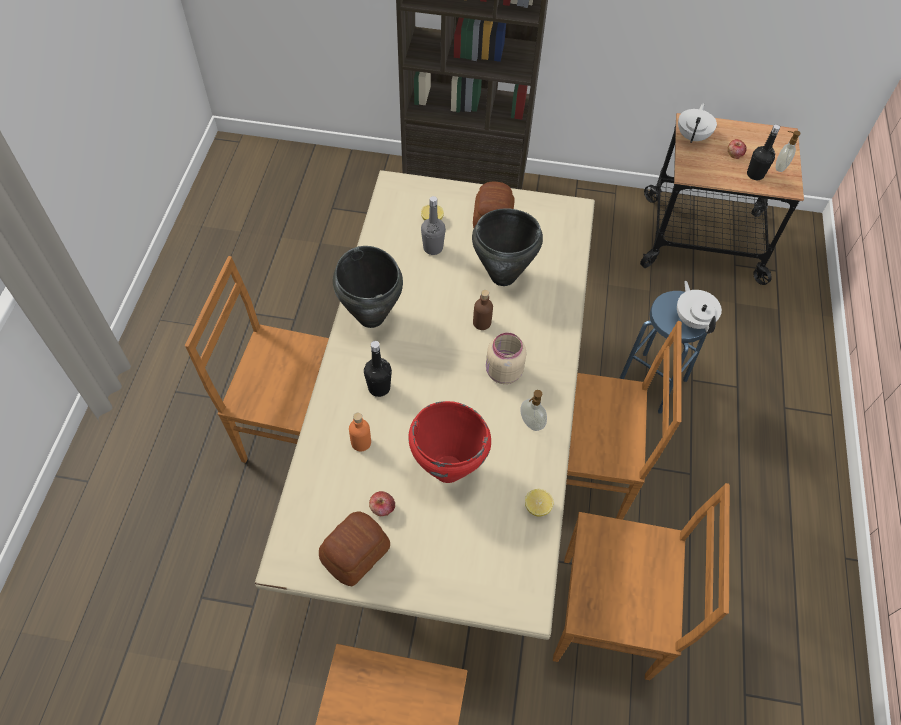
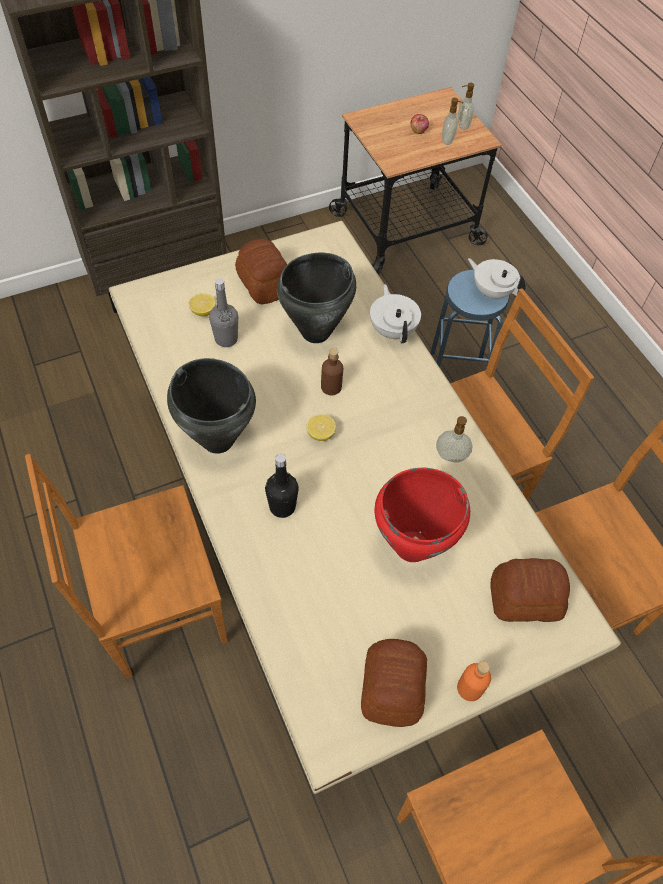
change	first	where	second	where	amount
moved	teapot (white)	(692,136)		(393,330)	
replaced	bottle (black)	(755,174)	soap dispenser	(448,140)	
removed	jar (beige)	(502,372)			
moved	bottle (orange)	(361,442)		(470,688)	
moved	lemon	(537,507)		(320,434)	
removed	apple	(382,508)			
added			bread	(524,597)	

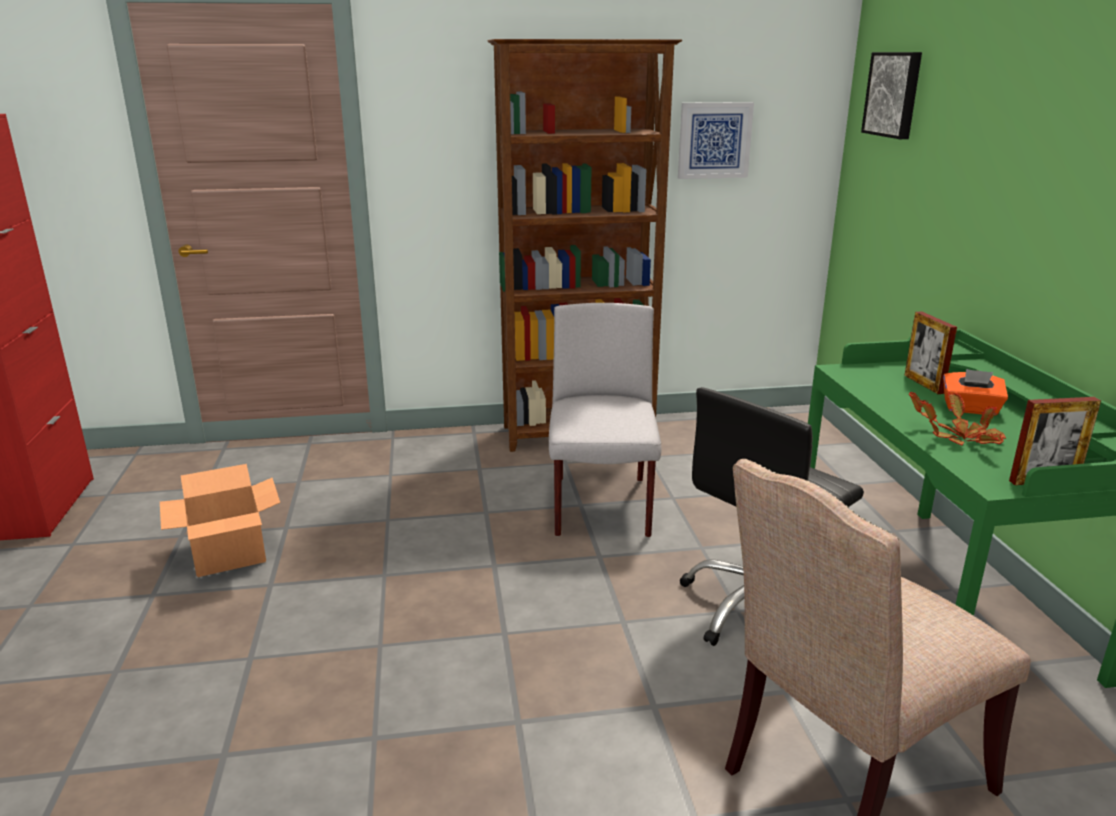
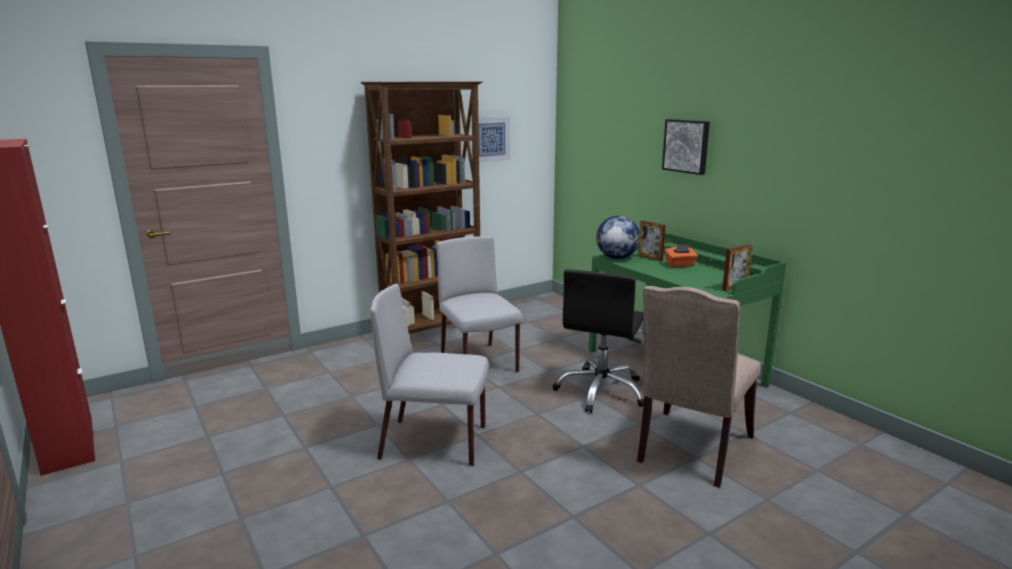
change	first	where	second	where	amount
moved	picture	(894,94)		(686,146)	
removed	potted plant	(960,438)			
removed	cardboard box	(230,553)			
added			globe	(616,258)	
added			chair (grey)	(436,442)	

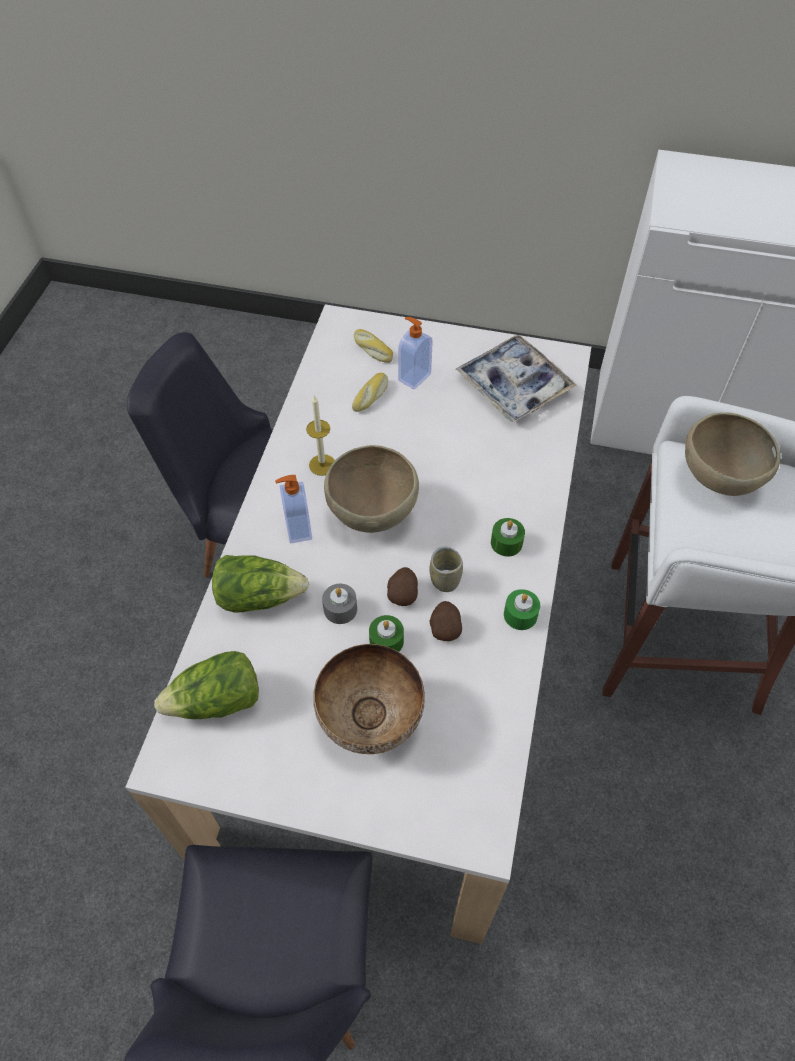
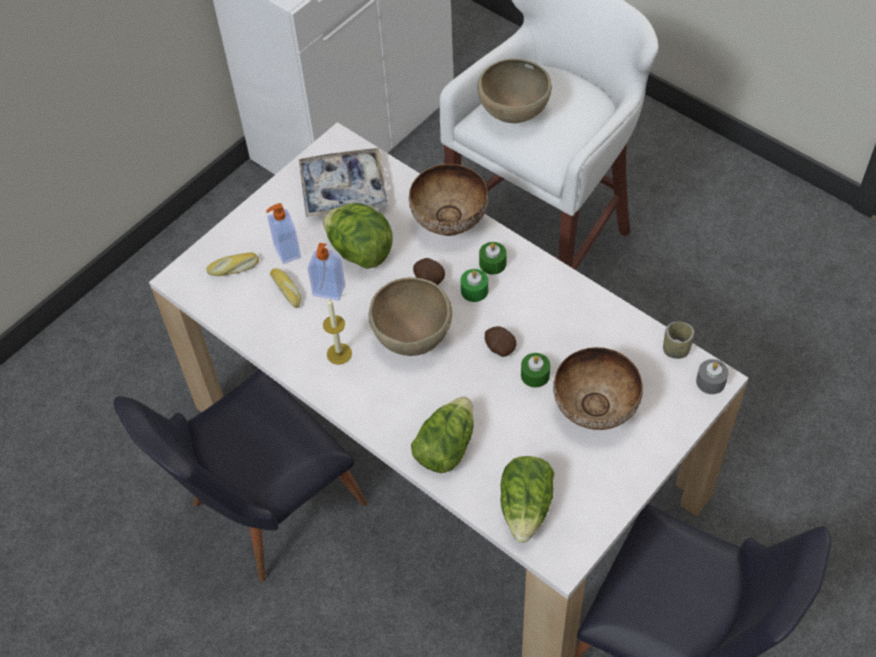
change	first	where	second	where	amount
moved	soap dispenser	(297,529)		(328,291)	
moved	cup	(445,580)		(676,350)	
moved	candle (grey)	(340,609)		(710,381)	
moved	candle (green)	(520,615)		(474,290)	
moved	potato	(445,627)		(428,279)	
added			bowl	(449,224)	
added			lettuce	(359,251)	

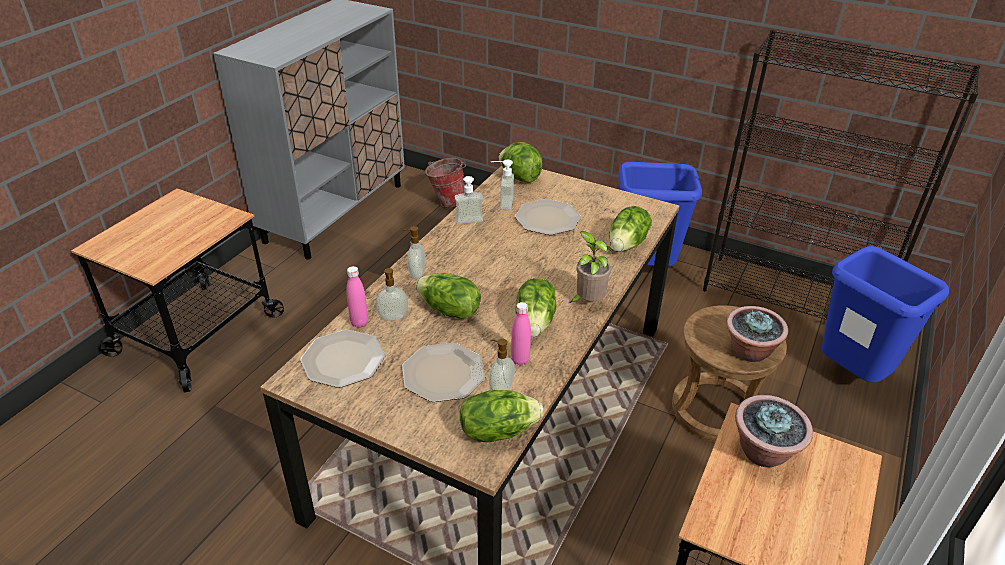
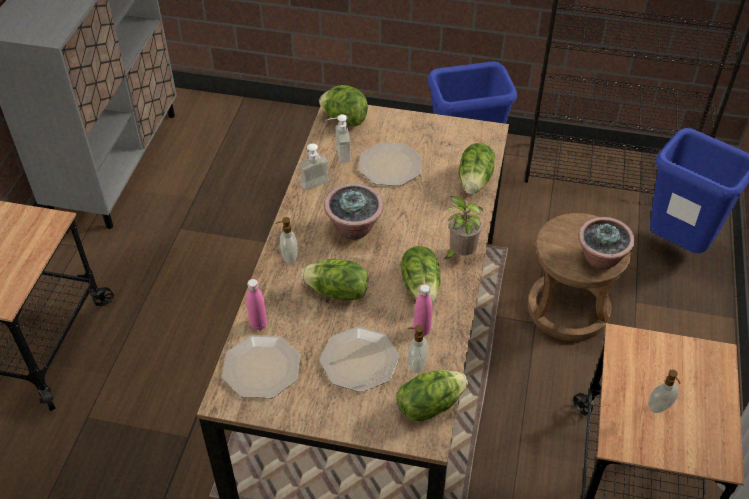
change	first	where	second	where	amount
removed	bucket	(446,201)			
moved	soap dispenser	(393,317)		(660,407)	
moved	potted plant	(764,452)		(354,228)	

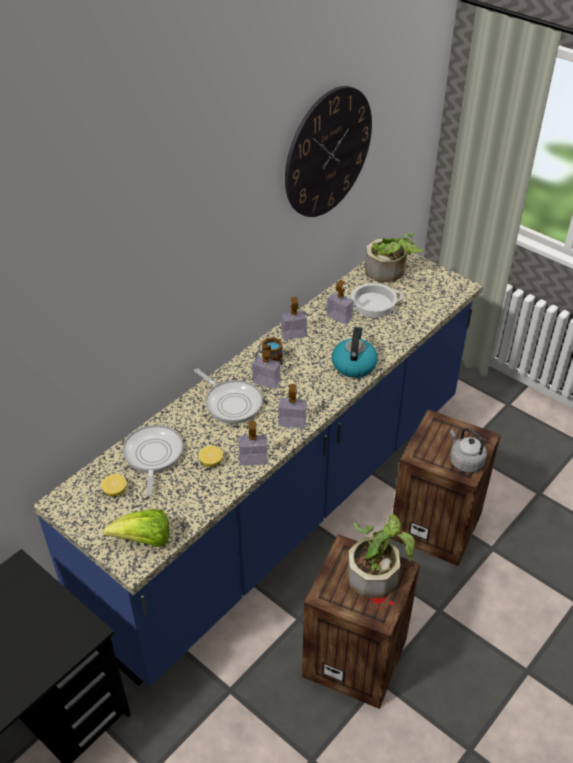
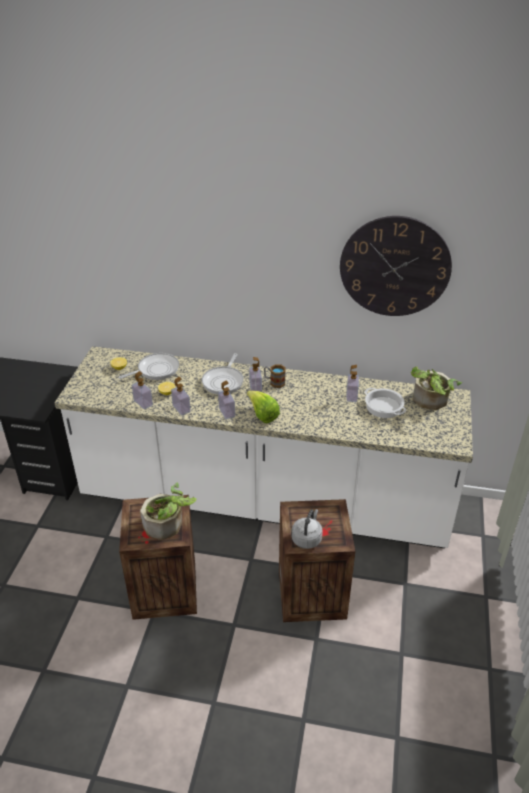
change	first	where	second	where	amount
recoloured	counter (blue)	(286,506)	counter (white)	(264,502)	
moved	soap dispenser	(293,334)		(143,403)	
removed	kettle	(354,364)			
moved	lettuce	(144,540)		(262,415)	

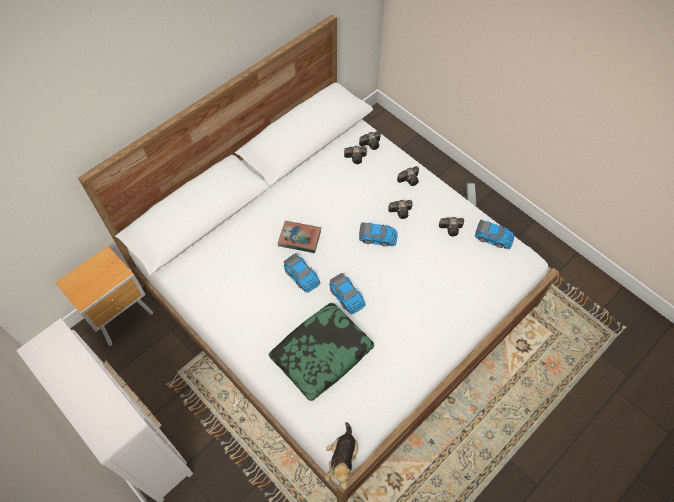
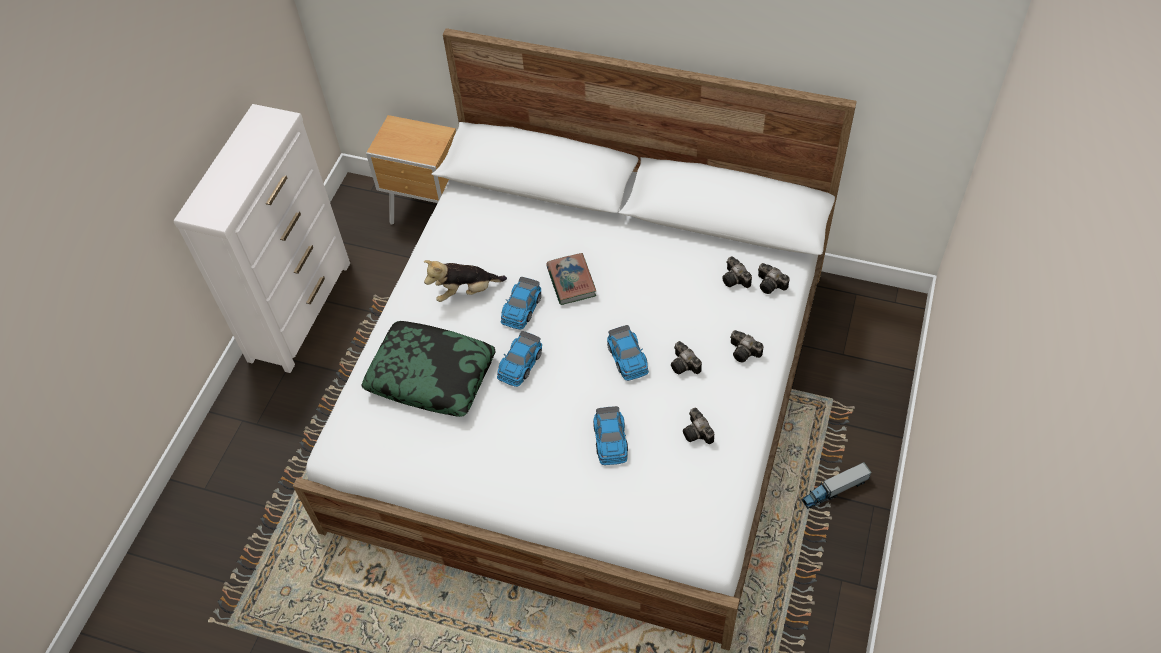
change	first	where	second	where	amount
moved	toy car	(493,237)		(610,440)	
moved	plush toy	(342,460)		(466,292)	

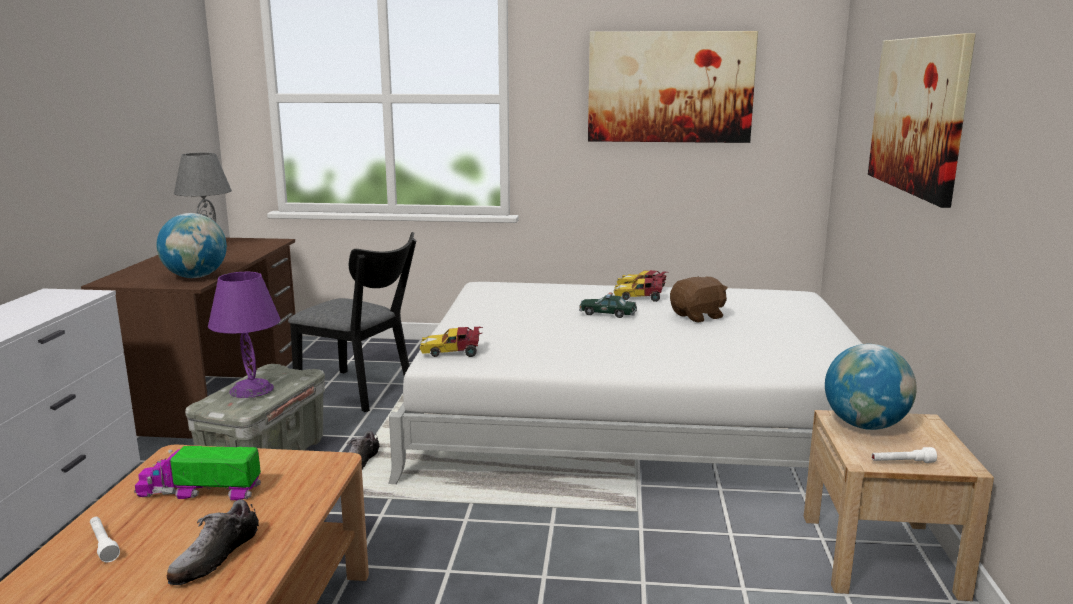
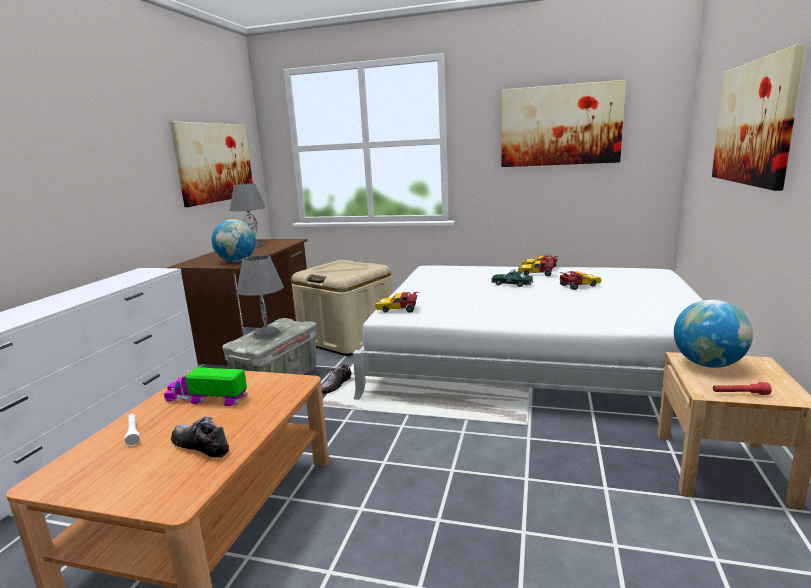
change	first	where	second	where	amount
replaced	chair (black)	(361,391)	storage box (beige)	(347,338)	
recoloured	table lamp (purple)	(251,389)	table lamp (grey)	(266,334)	
replaced	plush toy (brown)	(698,316)	toy car	(578,286)	
recoloured	flashlight (white)	(902,463)	flashlight (red)	(740,394)	
turned	shoe	(214,558)		(201,446)	90 degrees clockwise
added			picture	(215,162)	

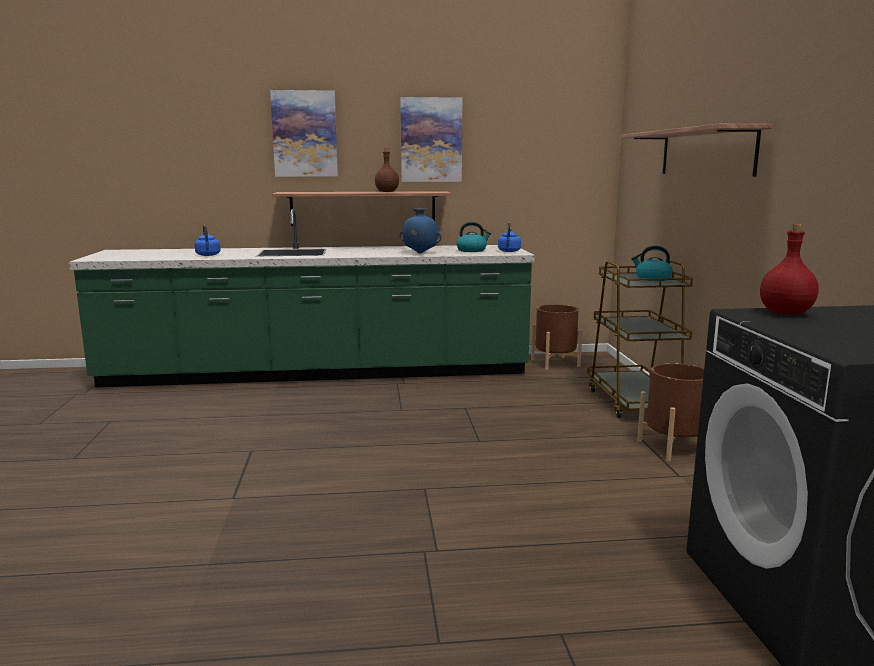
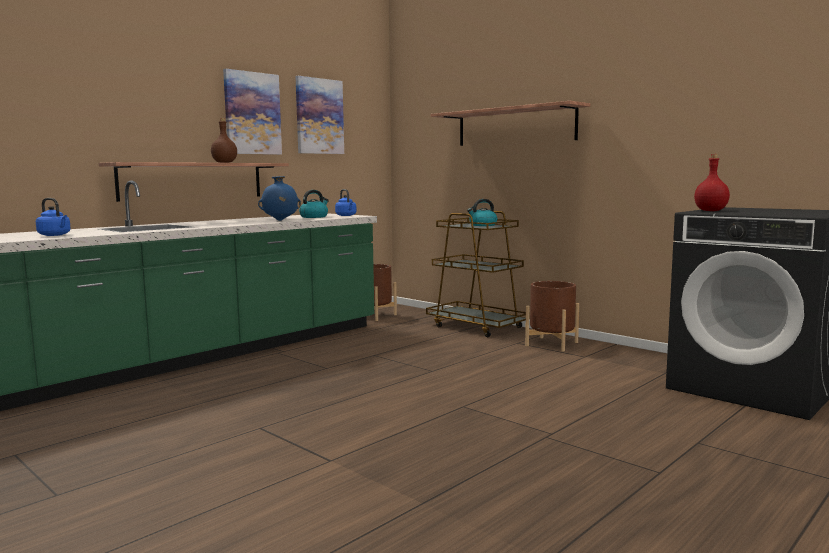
change	first	where	second	where	amount
moved	picture	(304,134)		(319,116)	

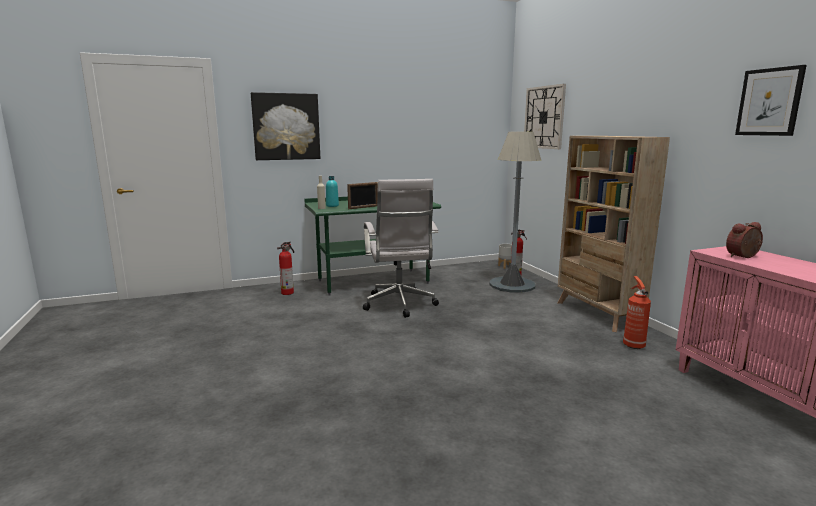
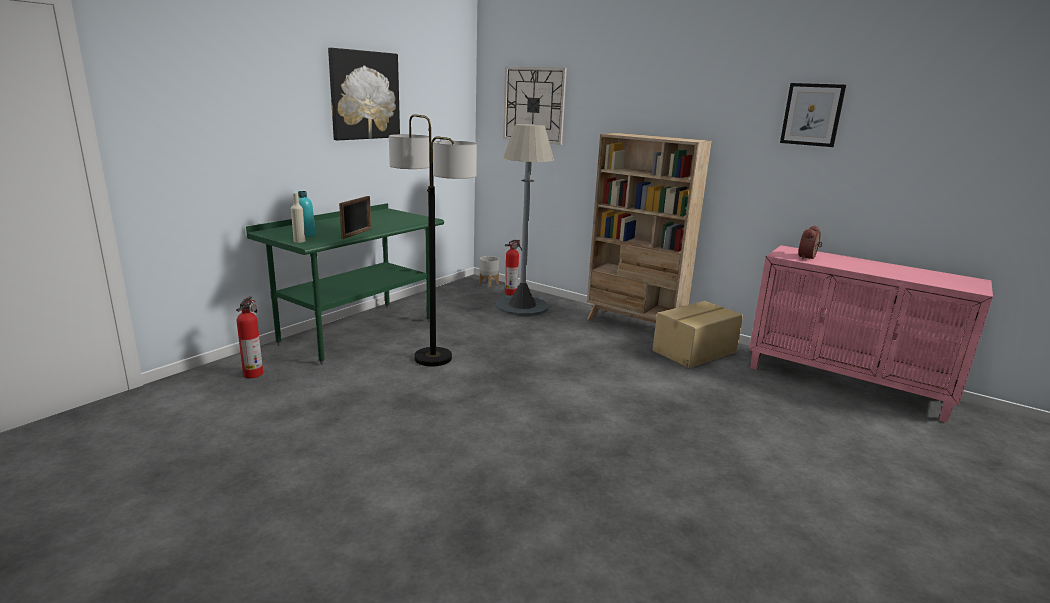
change	first	where	second	where	amount
moved	picture	(286,126)		(364,95)	
replaced	office chair (white)	(399,305)	floor lamp	(433,358)	
replaced	fire extinguisher	(633,345)	cardboard box	(695,352)	

